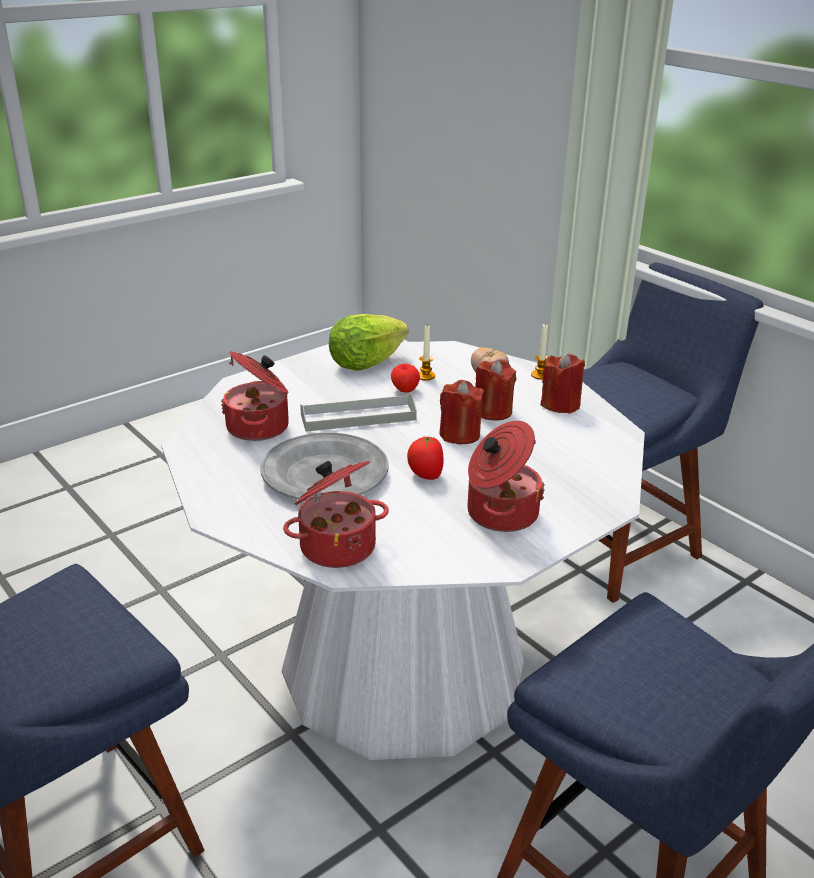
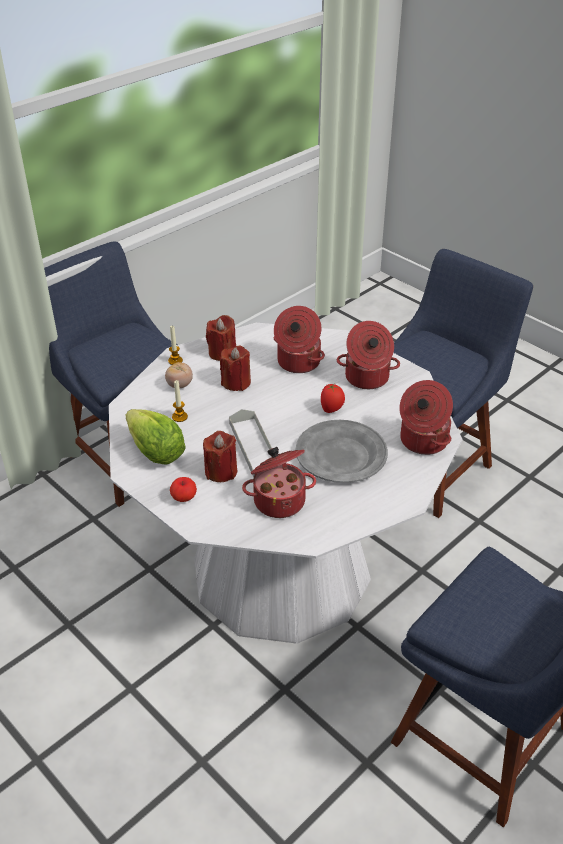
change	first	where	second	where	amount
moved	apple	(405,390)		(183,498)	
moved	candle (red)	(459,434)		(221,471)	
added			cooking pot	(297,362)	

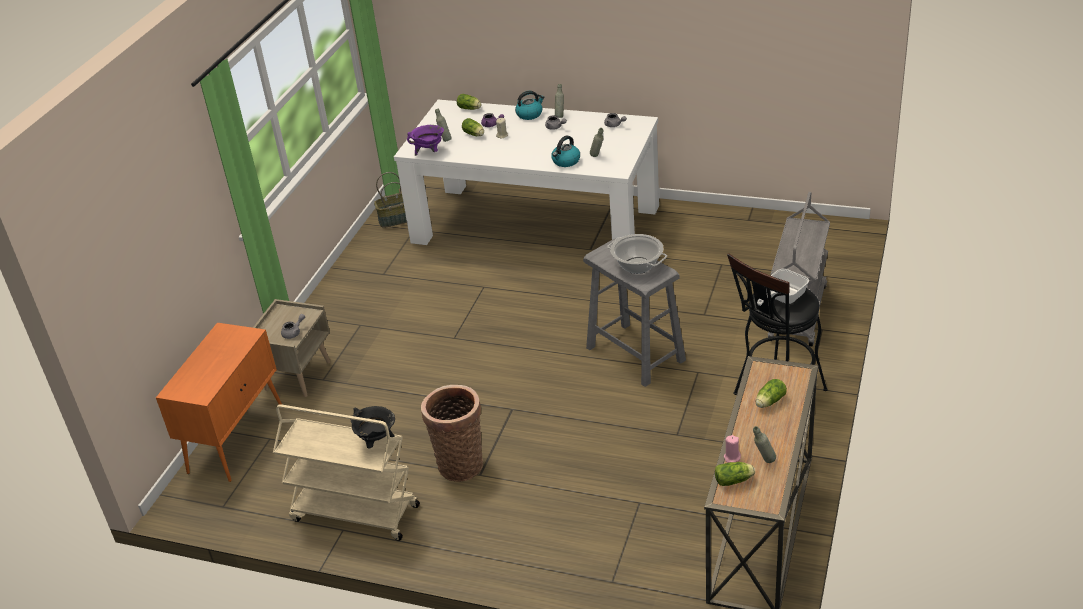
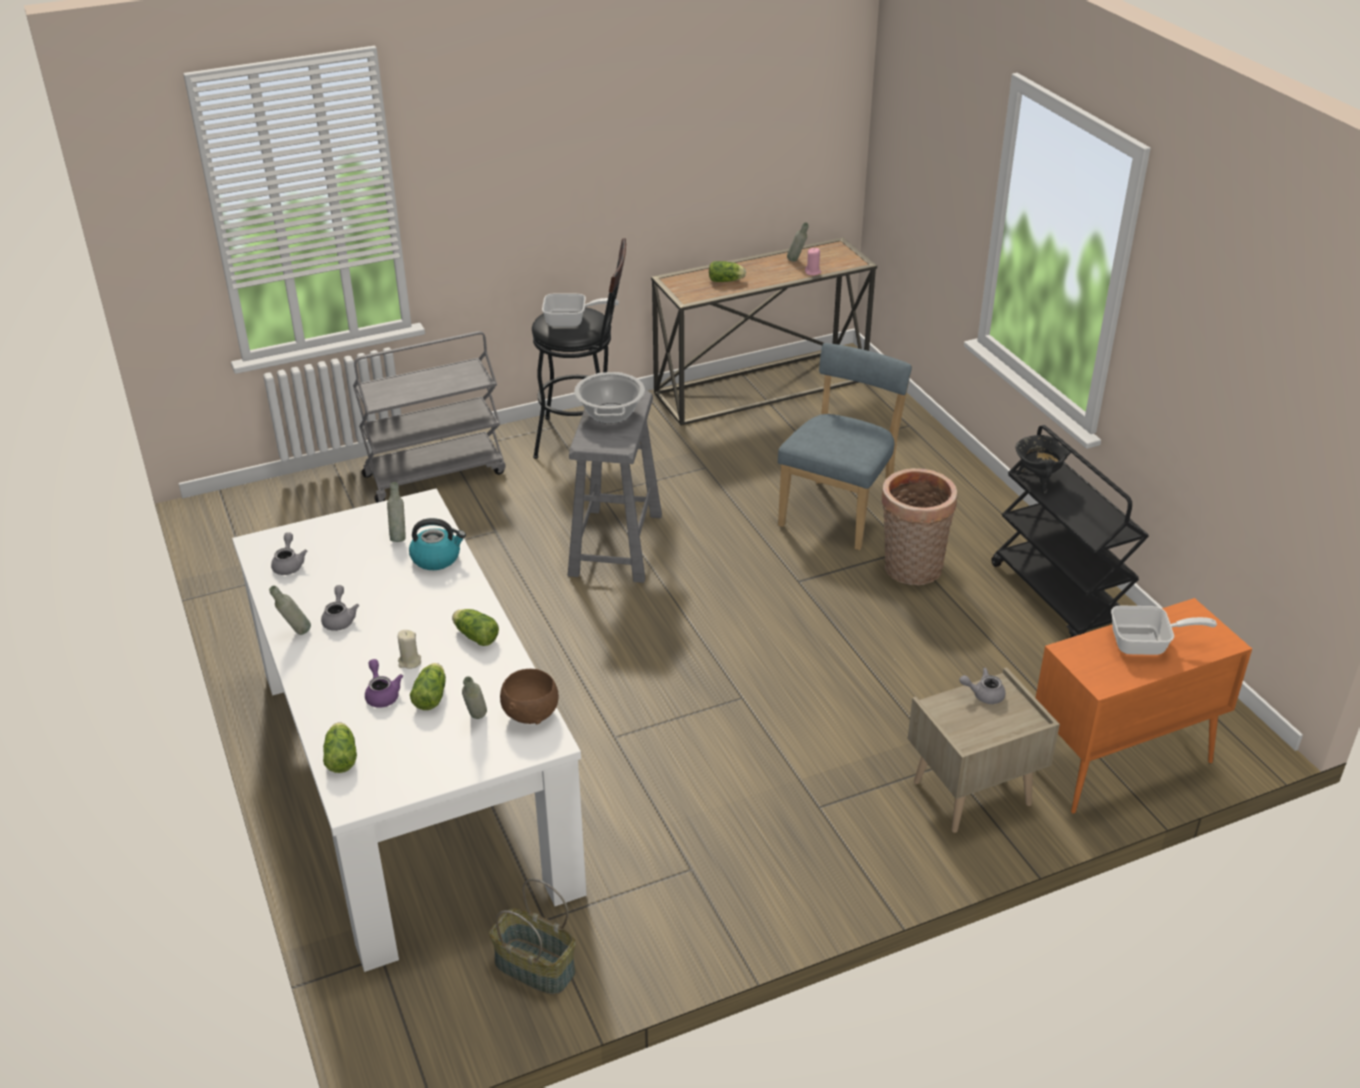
change	first	where	second	where	amount
removed	kettle	(530,114)			
replaced	cooking pot (purple)	(429,152)	bowl (brown)	(531,713)	
recoloured	cart (beige)	(354,513)	cart (black)	(1059,597)	
moved	lettuce	(735,480)		(475,635)	
added			chair (blue)	(839,511)	
added			frying pan	(1147,644)	

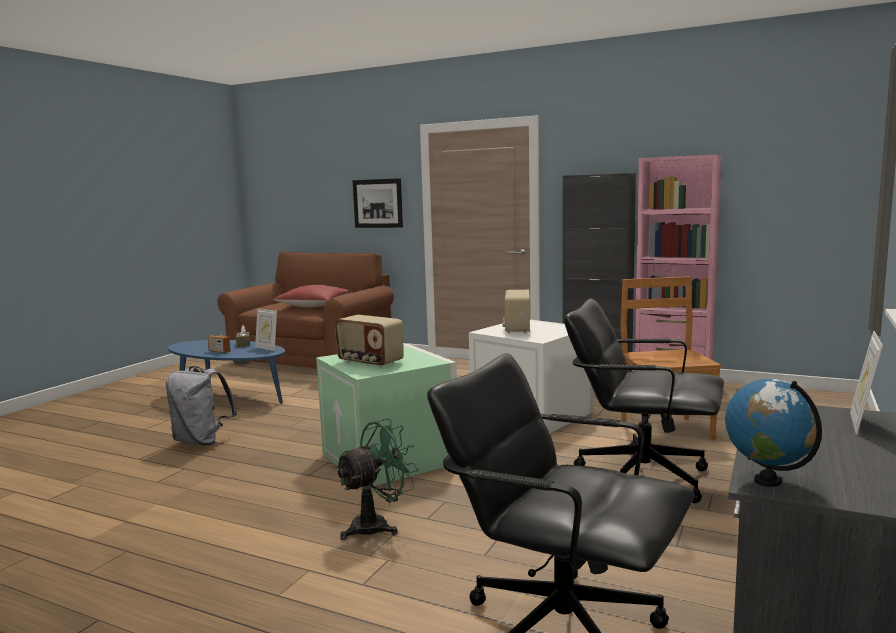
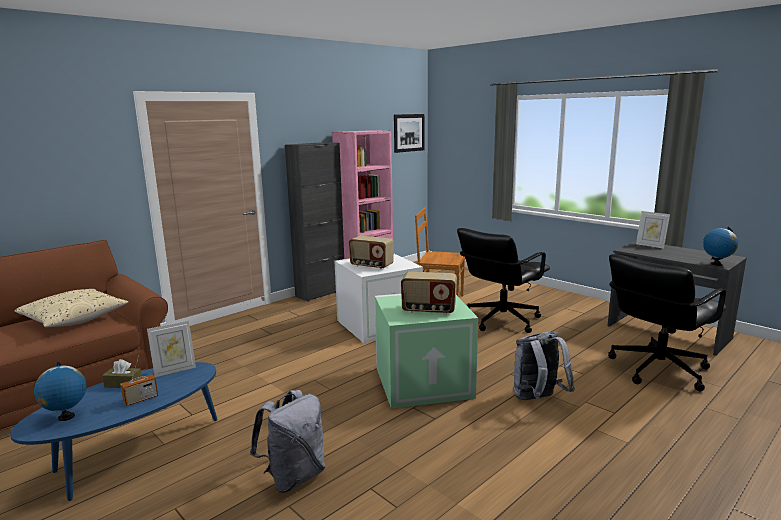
change	first	where	second	where	amount
moved	picture	(377,203)		(409,133)	
recoloured	pillow (red)	(314,306)	pillow (beige)	(74,319)	
turned	radio	(369,362)		(429,310)	45 degrees clockwise
replaced	fan (green)	(377,525)	backpack (grey)	(538,399)	
added			globe	(66,417)	

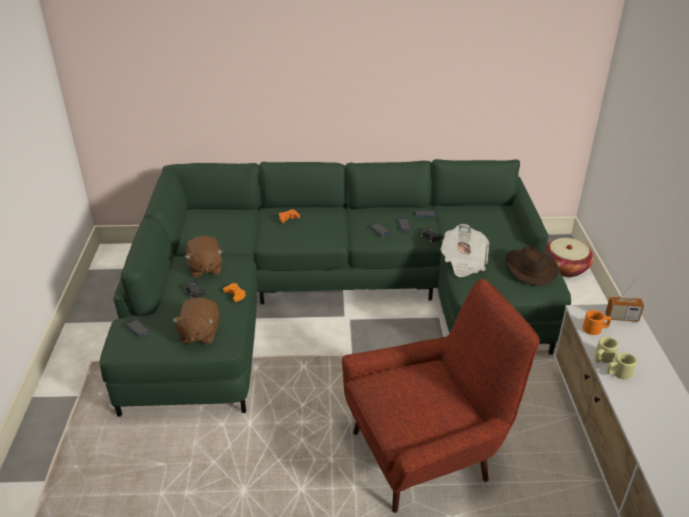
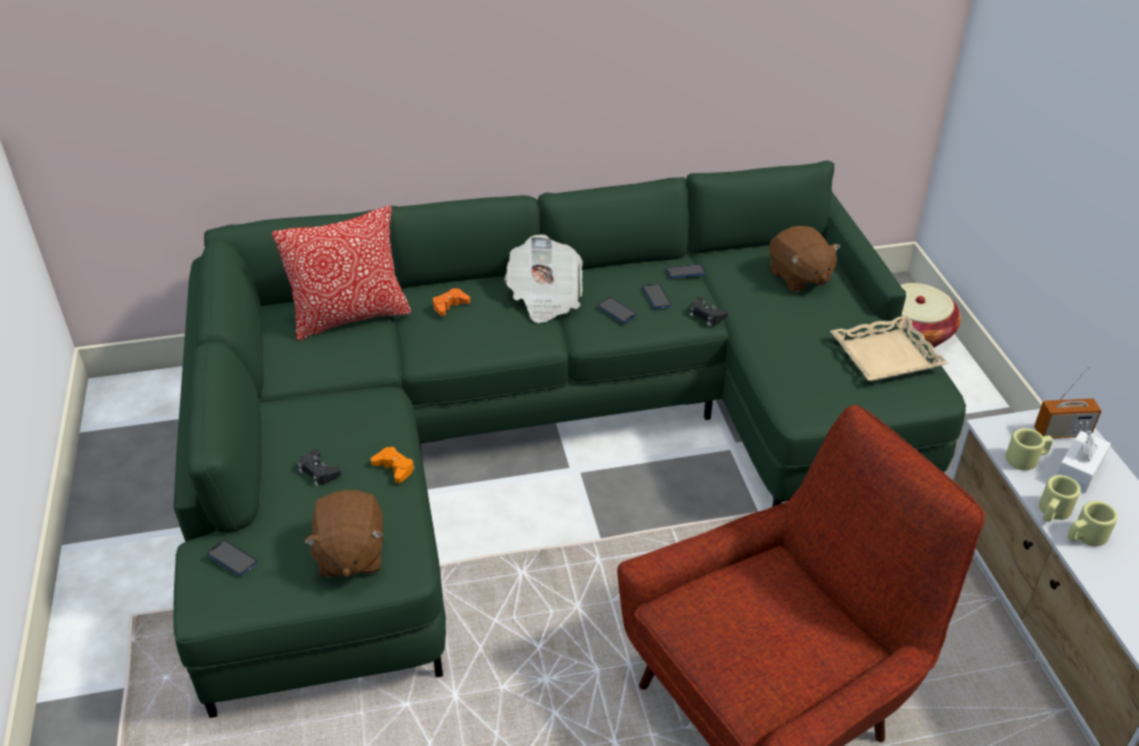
change	first	where	second	where	amount
moved	newspaper	(463,262)		(545,297)	
moved	plush toy (brown)	(205,268)		(799,277)	
replaced	hat (brown)	(529,268)	tray (beige)	(886,356)	
recoloured	mug (orange)	(595,329)	mug (beige)	(1026,459)	
added			pillow	(350,317)	
added			tissue box (white)	(1079,470)	

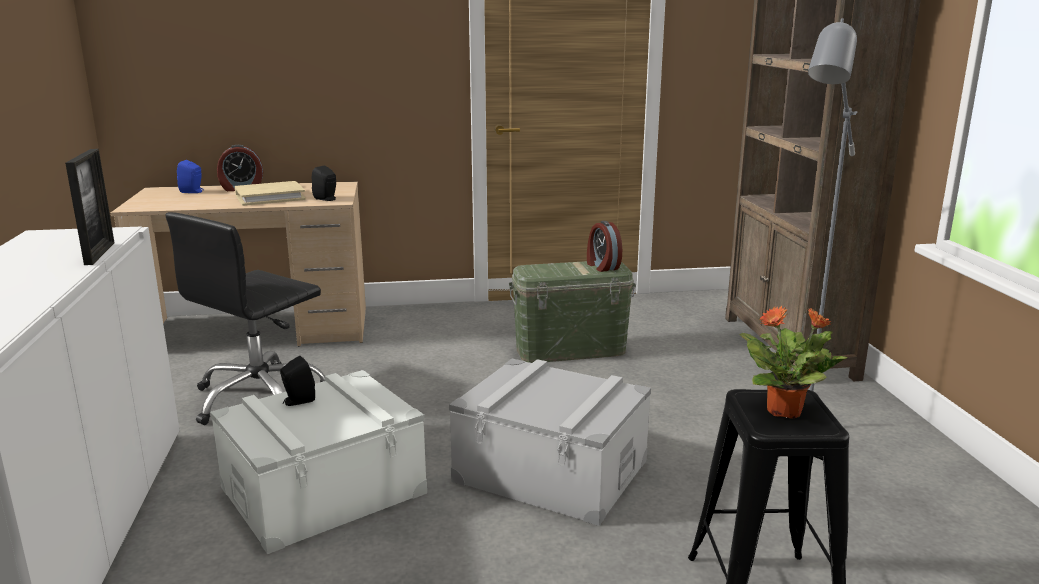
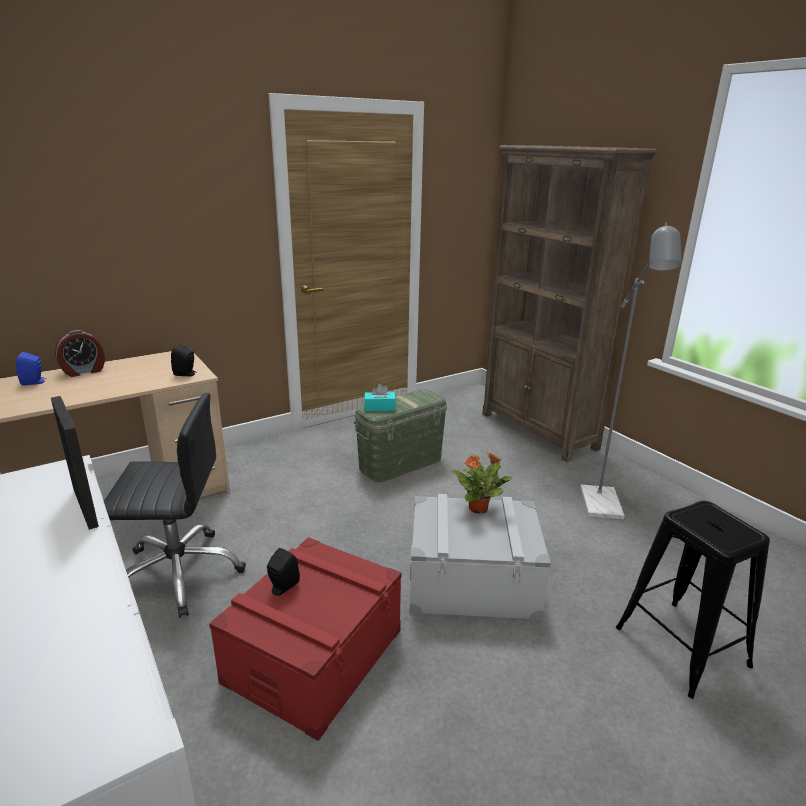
change	first	where	second	where	amount
removed	book (beige)	(270,197)			
turned	office chair (black)	(260,397)		(179,572)	105 degrees counterclockwise
removed	alarm clock	(602,266)			
moved	potted plant	(785,411)		(479,508)	
recoloured	storage box (white)	(323,490)	storage box (red)	(314,655)	
added			tissue box (turquoise)	(379,407)	

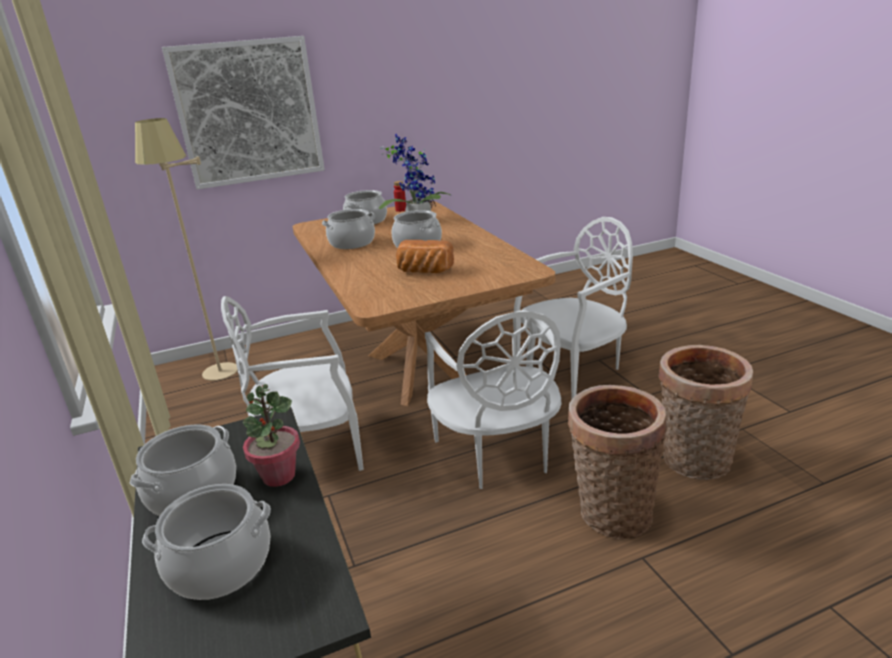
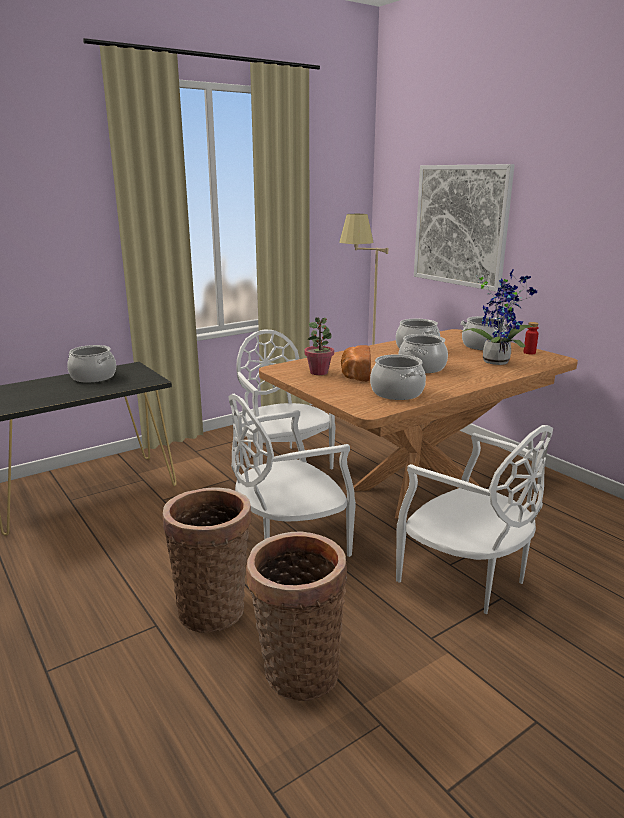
change	first	where	second	where	amount
moved	potted plant	(279,476)		(319,372)	
moved	cooking pot	(220,565)		(396,393)	

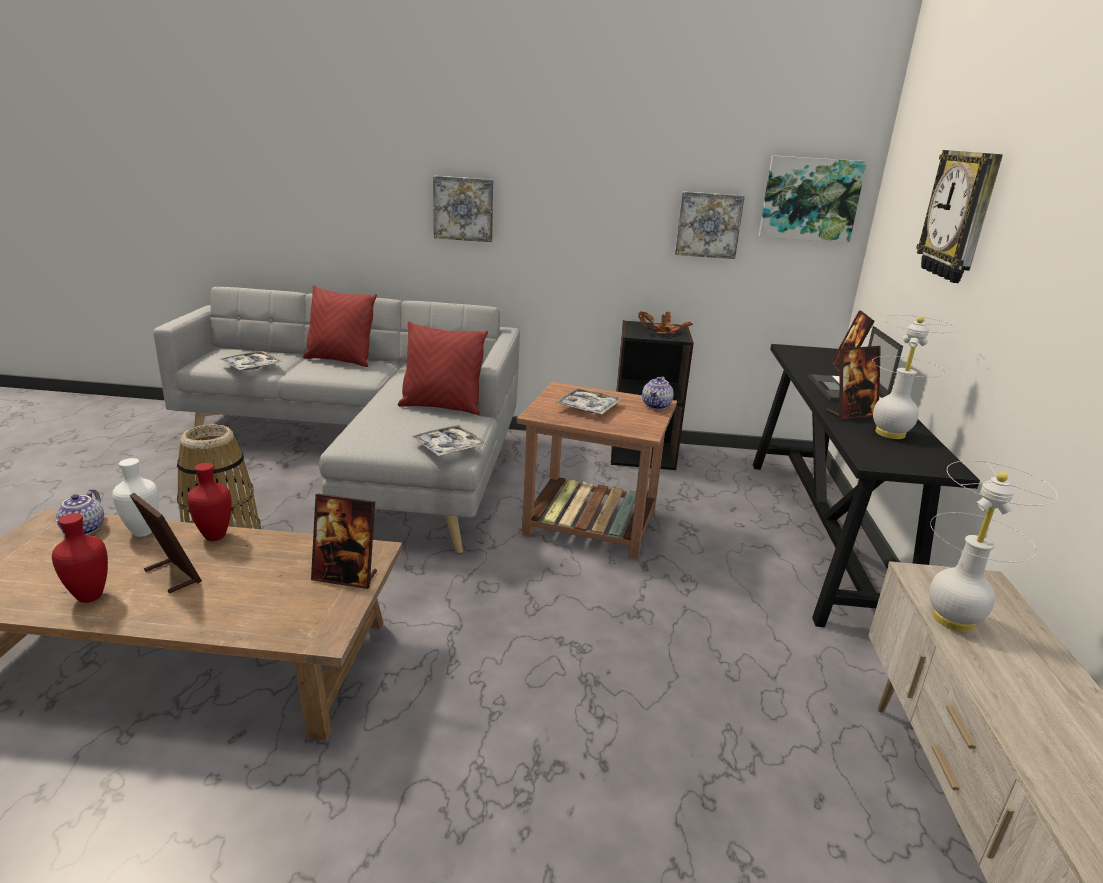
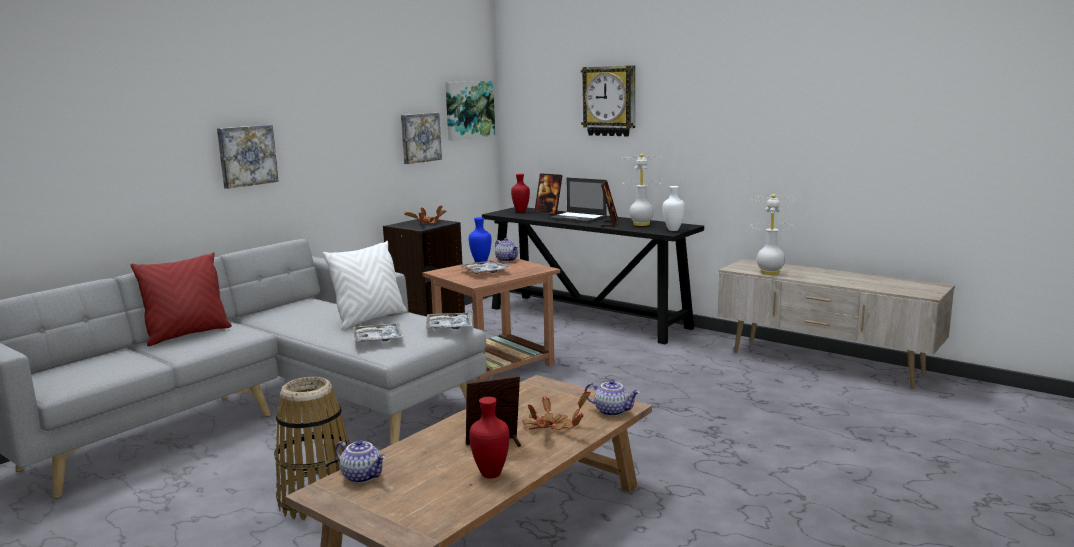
change	first	where	second	where	amount
recoloured	pillow (red)	(441,407)	pillow (white)	(369,319)	
moved	tray	(251,366)		(378,339)	
moved	vase (white)	(142,533)		(673,230)	
moved	vase (red)	(214,537)		(521,212)	
removed	picture frame	(345,577)			
added			vase (blue)	(480,263)	
added			teapot	(612,411)	
added			potted plant	(551,427)	

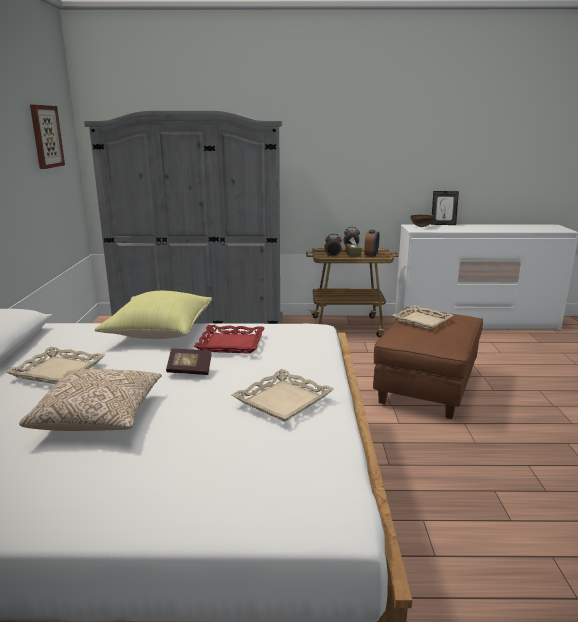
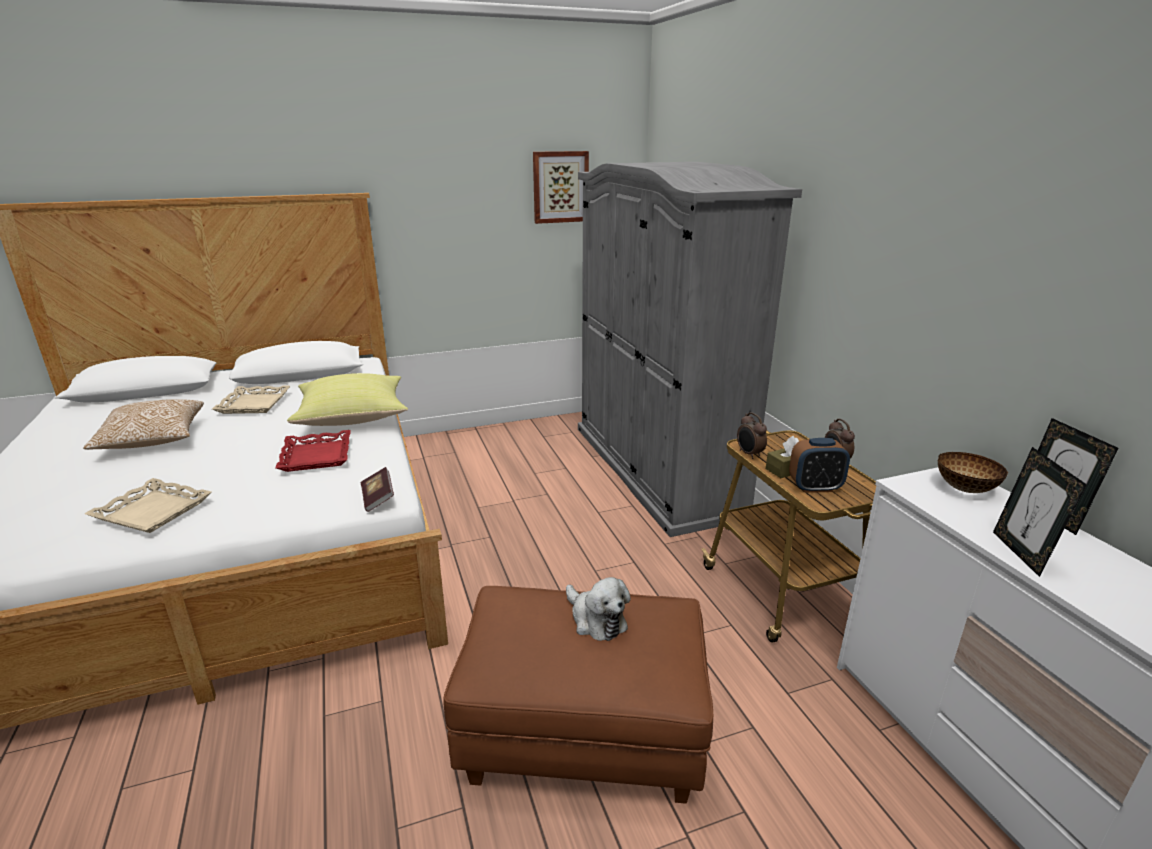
change	first	where	second	where	amount
replaced	tray (beige)	(421,321)	plush toy	(596,619)	
moved	book	(189,370)		(378,498)	
added			picture frame	(1021,553)	

